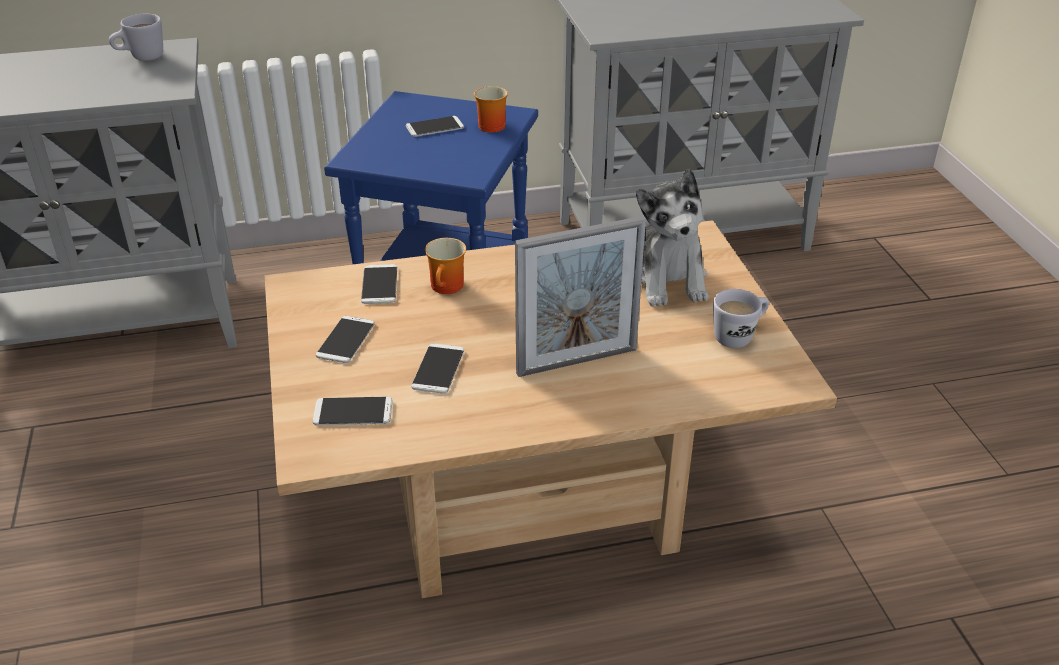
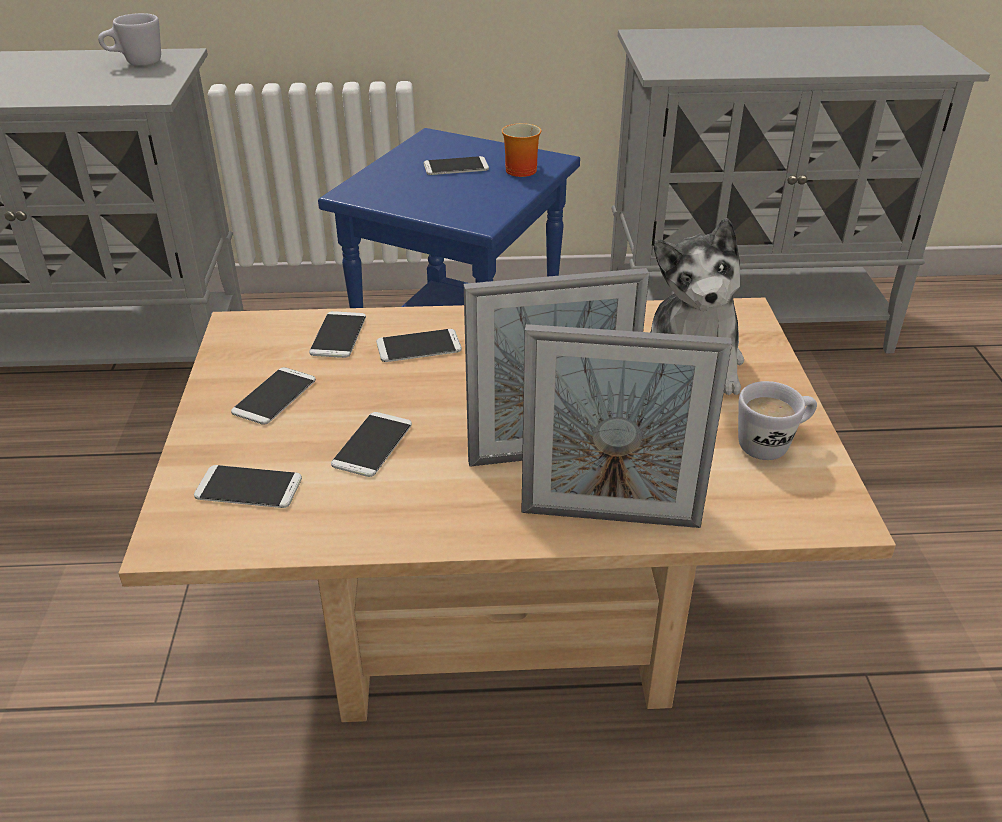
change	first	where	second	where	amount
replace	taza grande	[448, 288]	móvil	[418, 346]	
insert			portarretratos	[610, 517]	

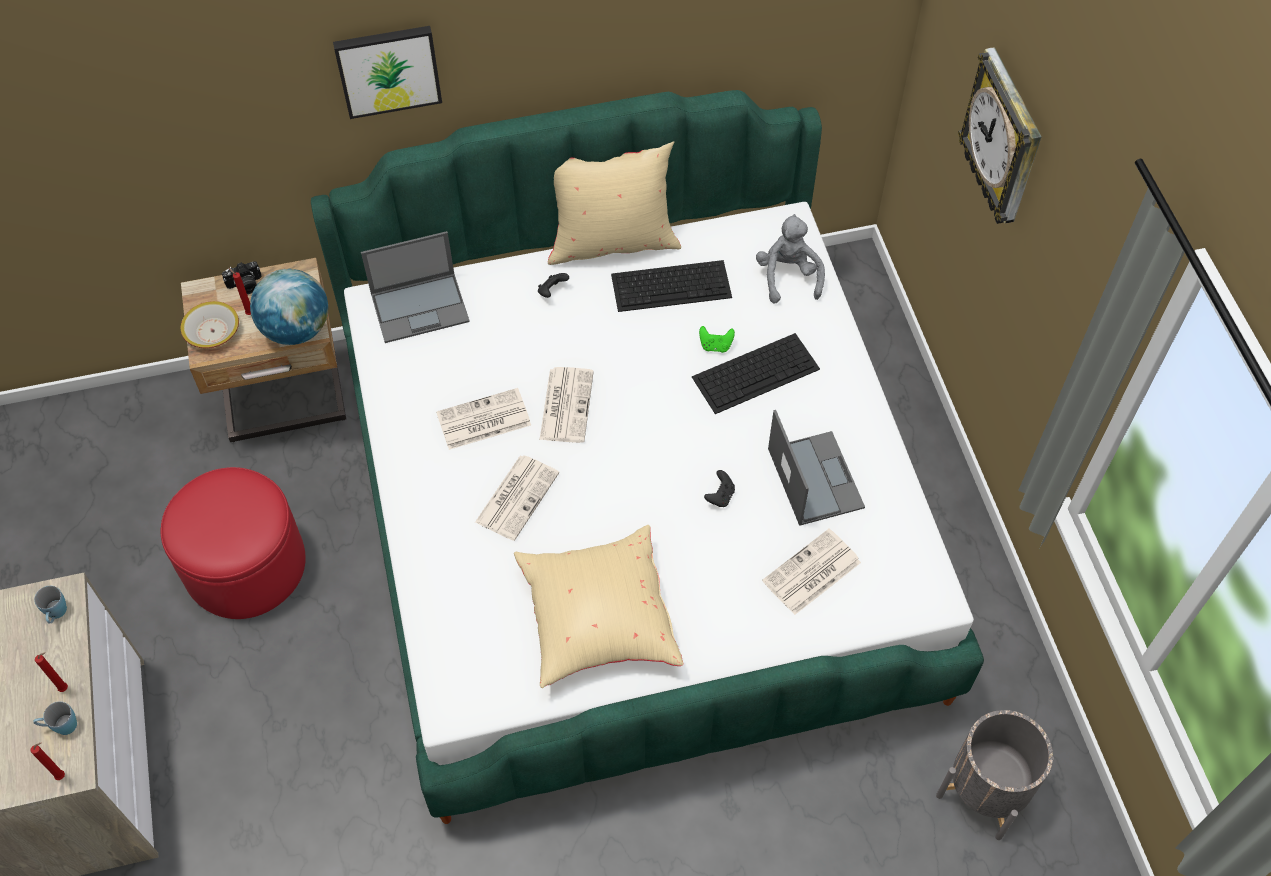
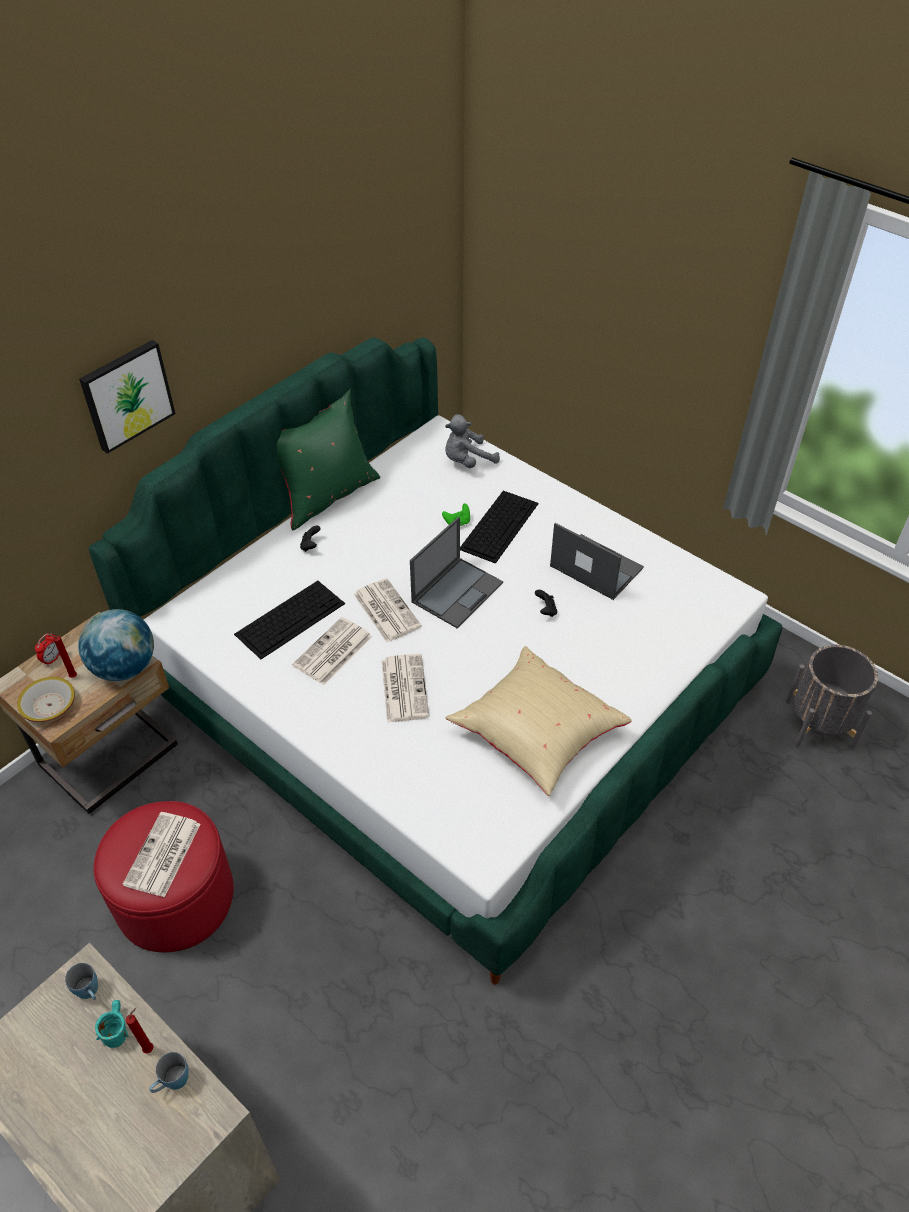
change	first	where	second	where	amount
delete	vela/rojo	[62, 776]			
replace	cámara	[245, 285]	despertador	[52, 659]	
move	portátil	[421, 307]		[457, 591]	
recolor	cojín/beis	[612, 242]	cojín/verde	[327, 496]	
move	teclado	[672, 285]		[290, 618]	
rotate	peluche/gris	[788, 276]		[467, 461]	75 degrees counterclockwise
move	periódico	[811, 573]		[163, 855]	
delete	reloj de pared	[1003, 141]			
insert			taza grande/turquesa	[115, 1028]	

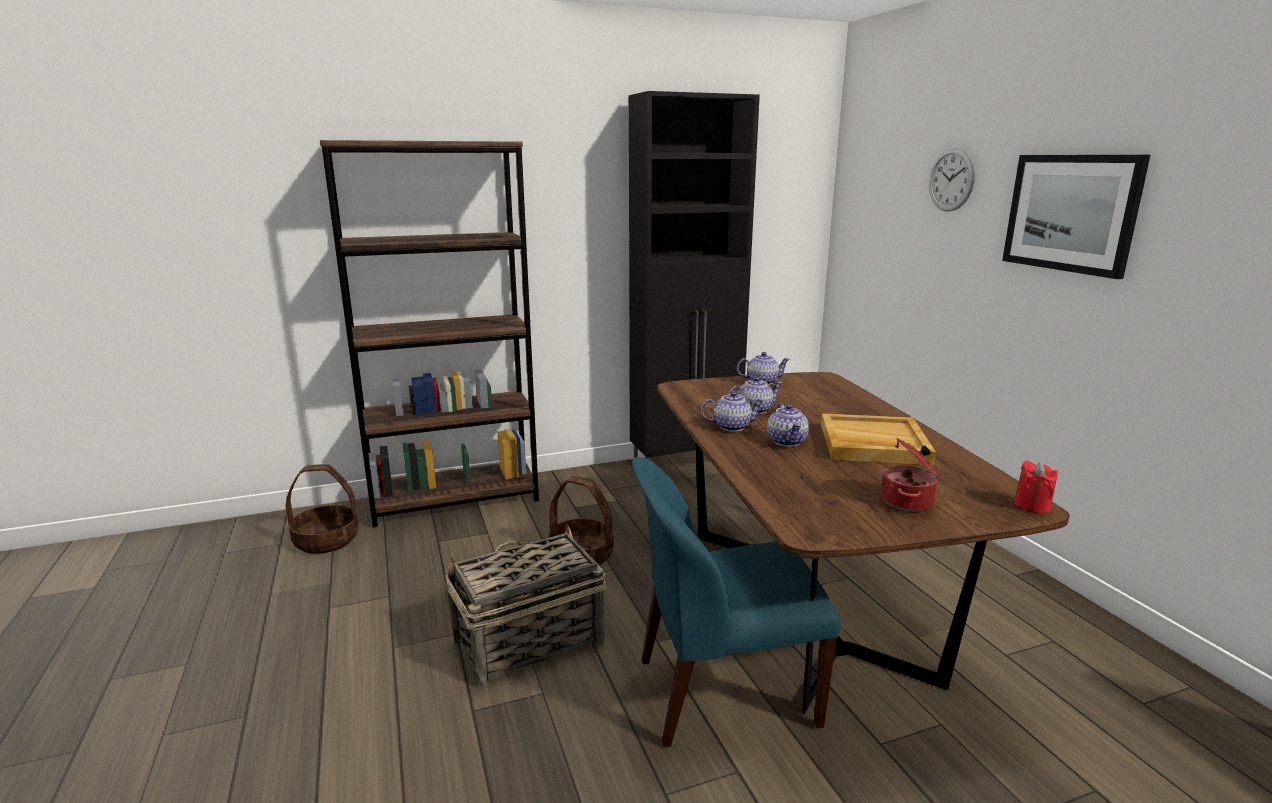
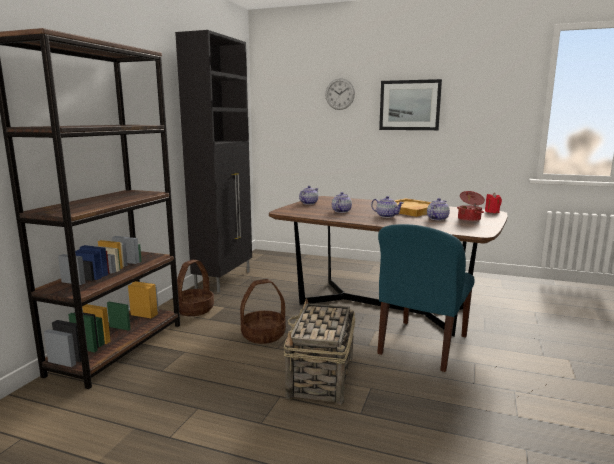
change	first	where	second	where	amount
move	cesta	[327, 540]		[194, 309]	
move	tetera	[731, 426]		[437, 219]	

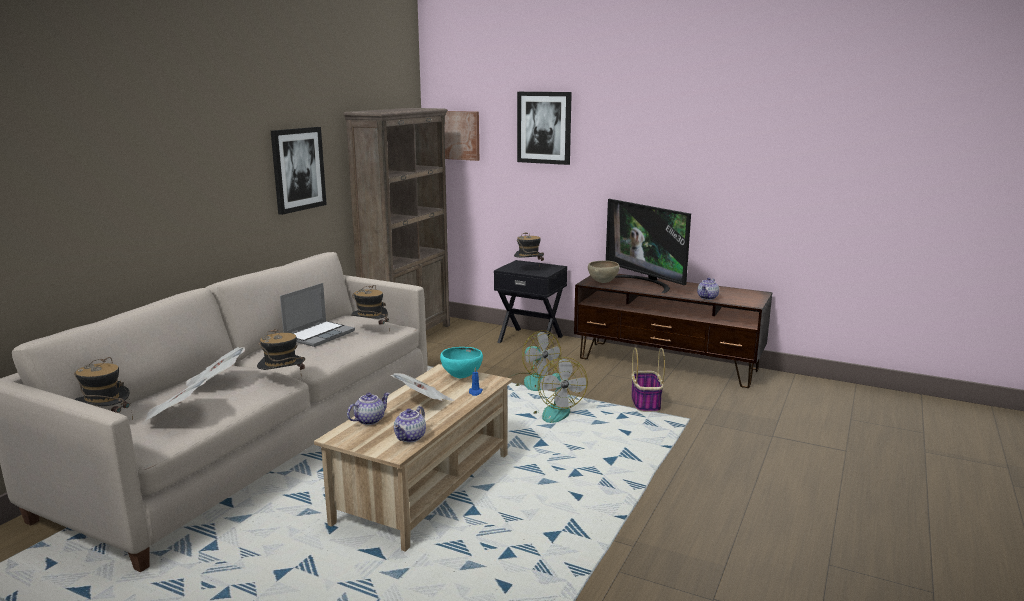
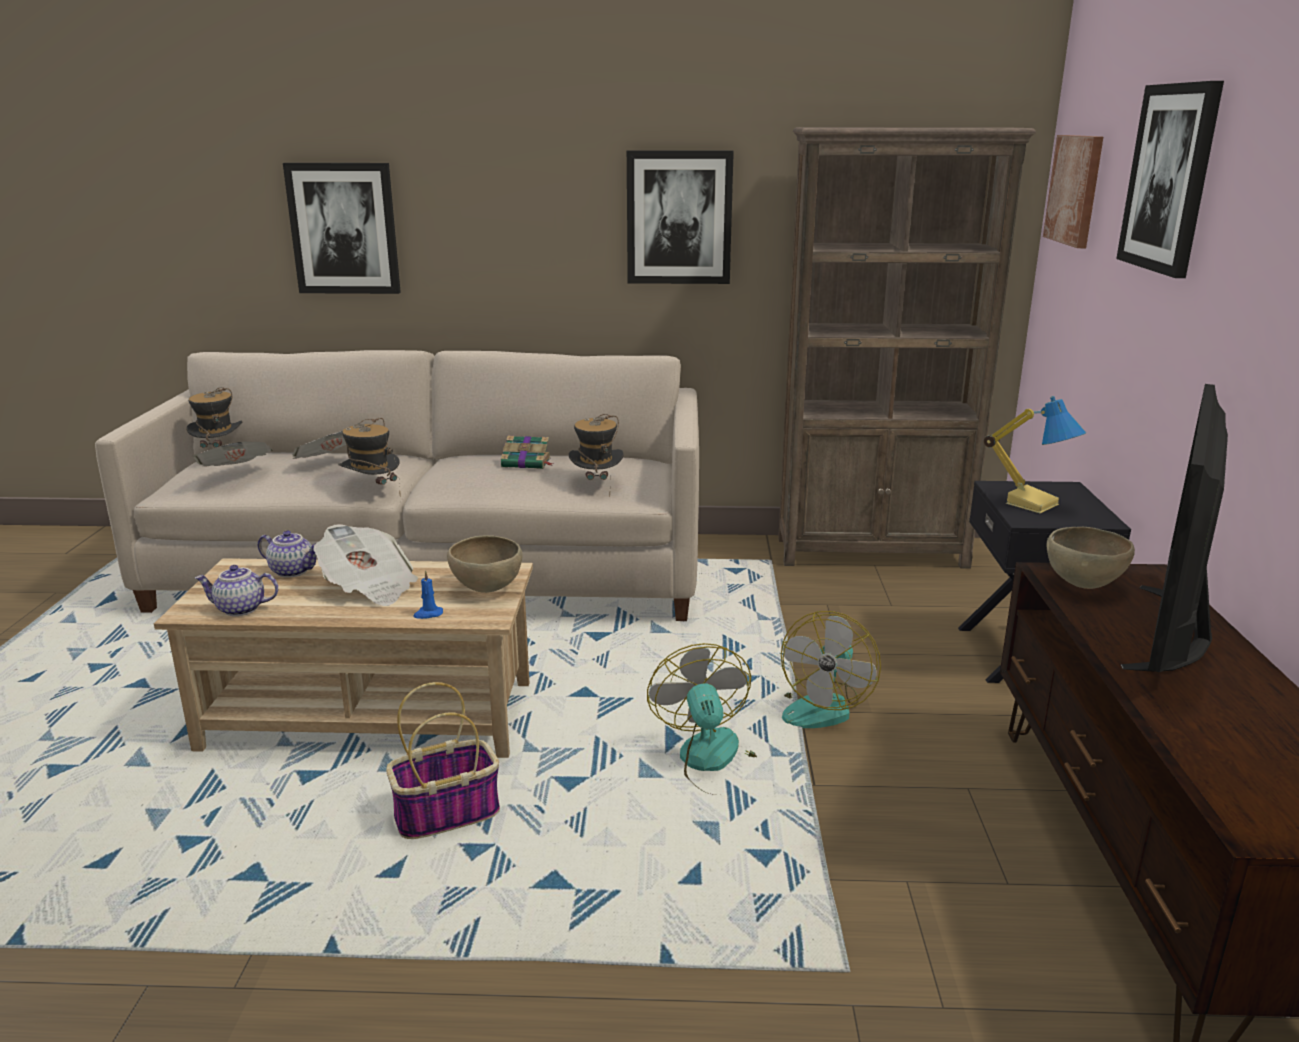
change	first	where	second	where	amount
replace	portátil	[319, 335]	libro	[527, 463]	
recolor	cuenco/turquesa	[462, 377]	cuenco/marrón	[486, 590]	
replace	sombrero	[528, 269]	lámpara de mesa	[1032, 503]	
rotate	ventilador	[552, 411]		[715, 763]	120 degrees clockwise
move	cesta	[645, 403]		[448, 813]	
delete	tetera	[708, 298]			
insert			cuadro	[344, 229]	

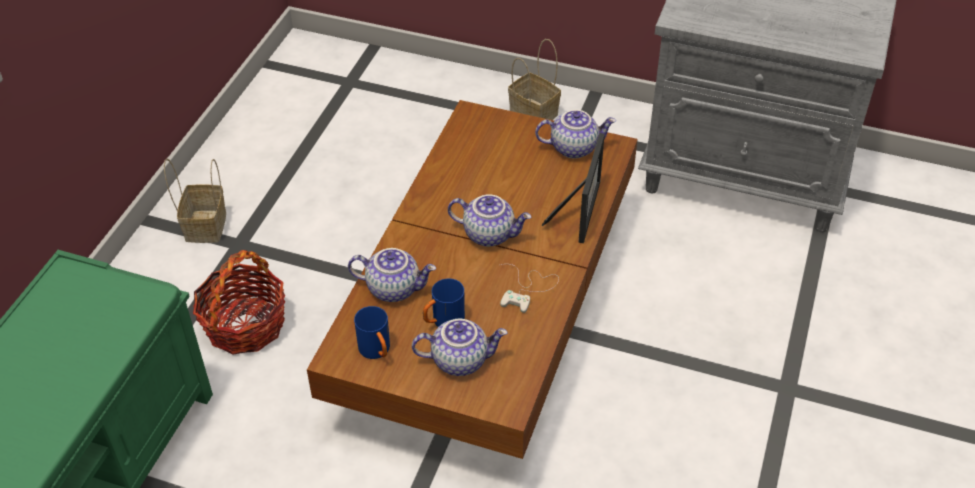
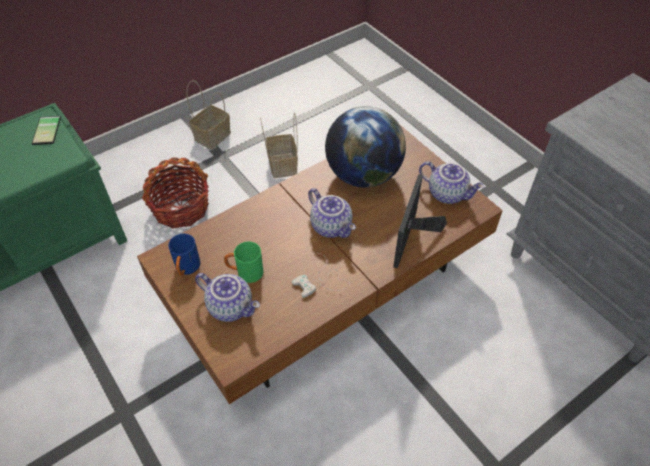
change	first	where	second	where	amount
delete	tetera	[394, 288]			
recolor	taza grande/azul	[443, 322]	taza grande/verde	[245, 273]	
move	cesta	[532, 113]		[282, 164]	
rotate	portarretratos	[580, 209]		[412, 242]	150 degrees clockwise
insert			móvil	[49, 130]	
insert			globo terráqueo	[363, 175]	

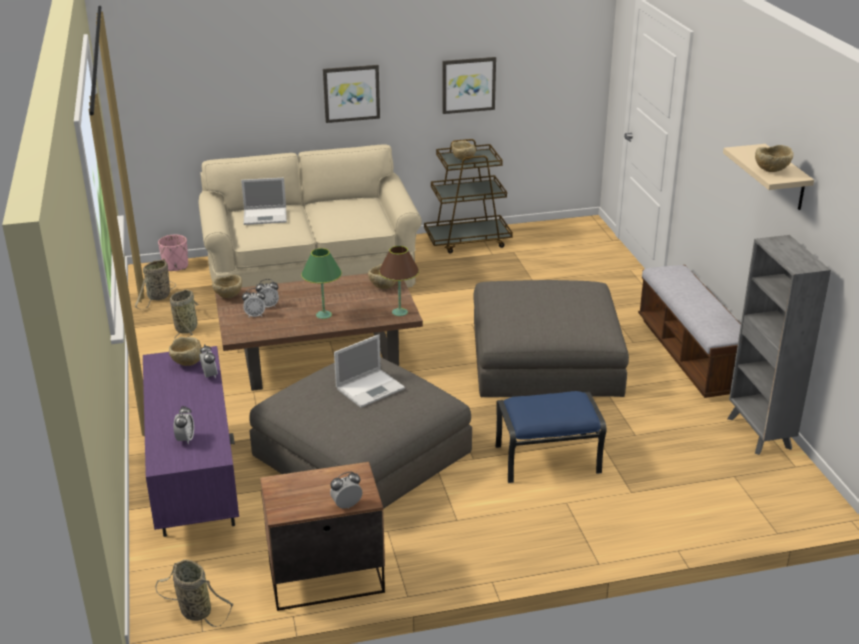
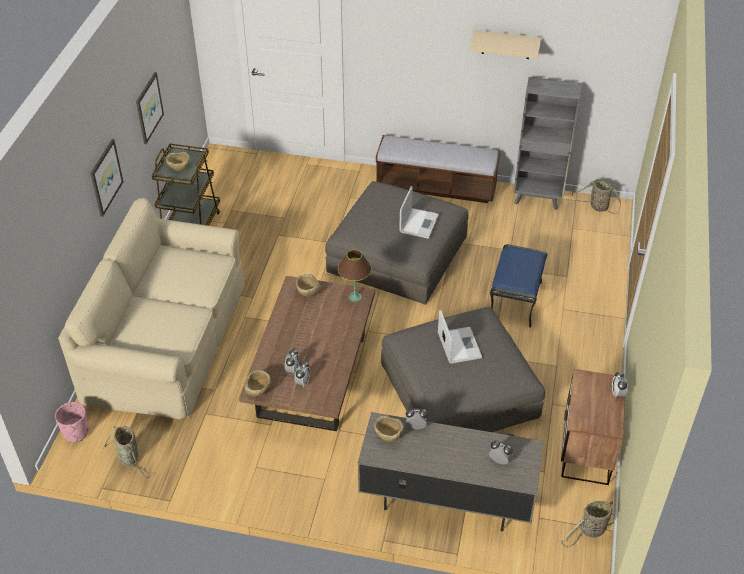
change	first	where	second	where	amount
recolor	mueble de televisión/morado	[194, 483]	mueble de televisión/gris	[446, 498]	
move	cesta	[187, 328]		[597, 206]	
move	portátil	[266, 216]		[419, 223]	
delete	lámpara de mesa/verde	[324, 315]			
delete	cuenco/beis	[771, 171]			

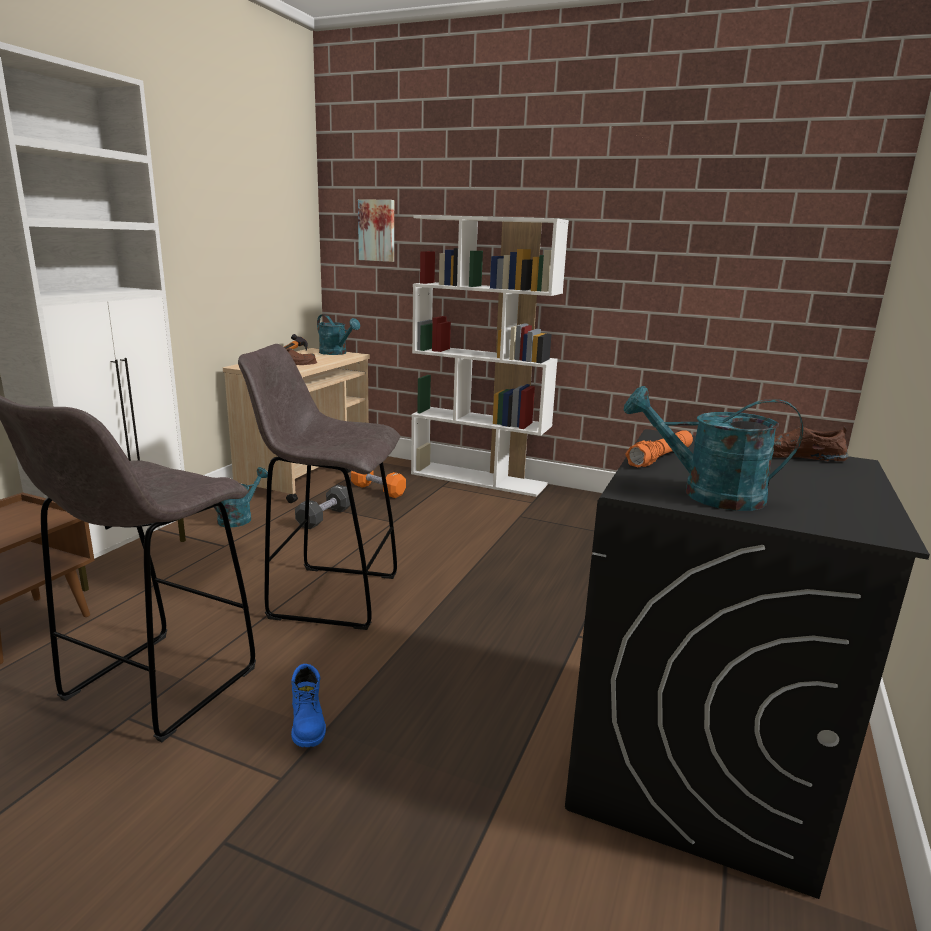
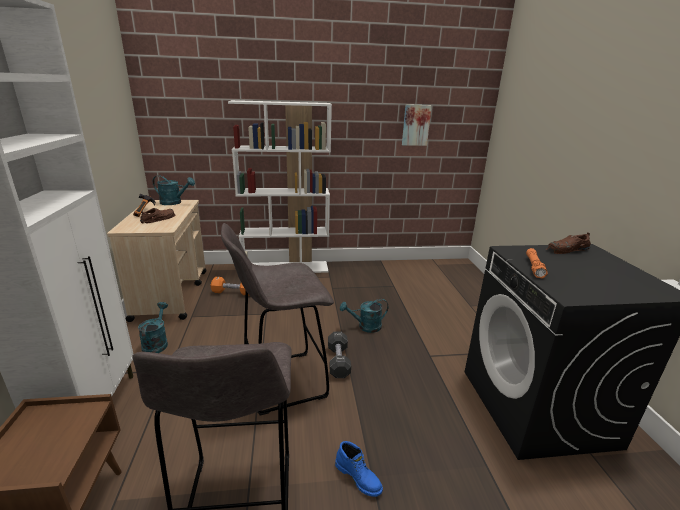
change	first	where	second	where	amount
move	mancuerna/negro	[325, 517]		[338, 361]	
move	cuadro	[377, 230]		[415, 125]	
move	regadera/turquesa	[707, 494]		[365, 327]	

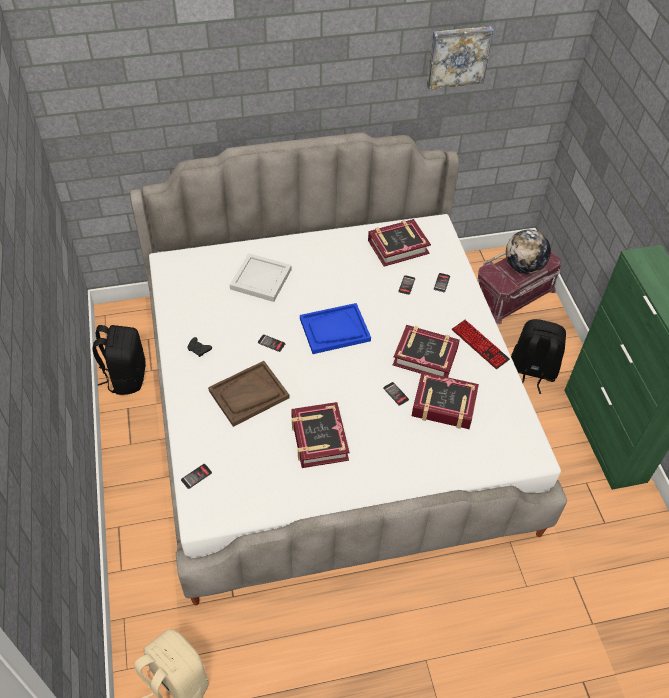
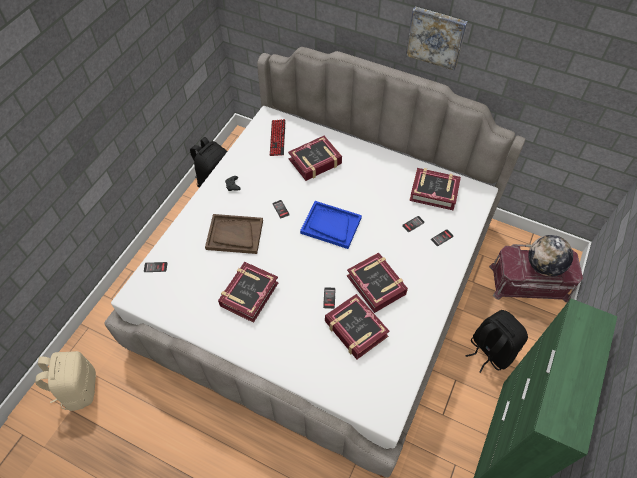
change	first	where	second	where	amount
replace	bandeja/blanco	[261, 280]	libro	[315, 162]	
move	cuadro	[458, 56]		[436, 37]	
move	teclado	[480, 345]		[277, 138]	

